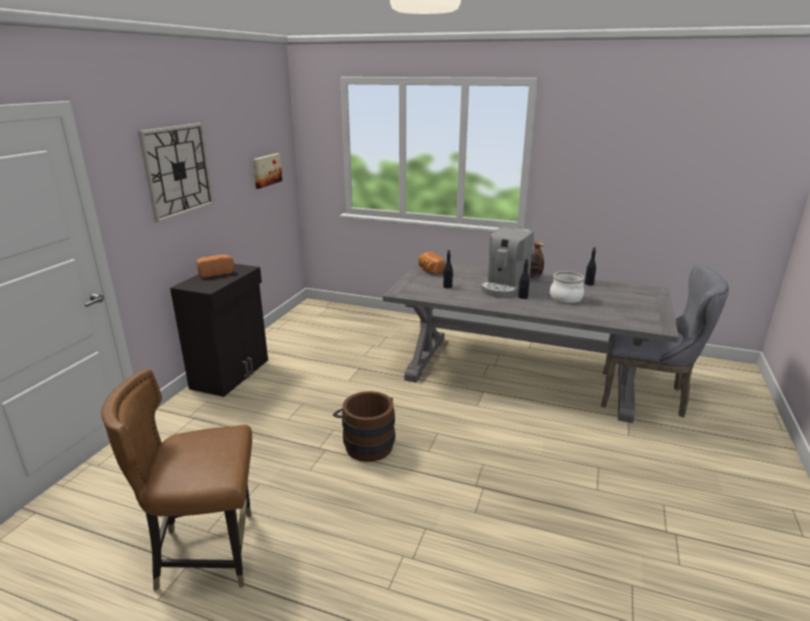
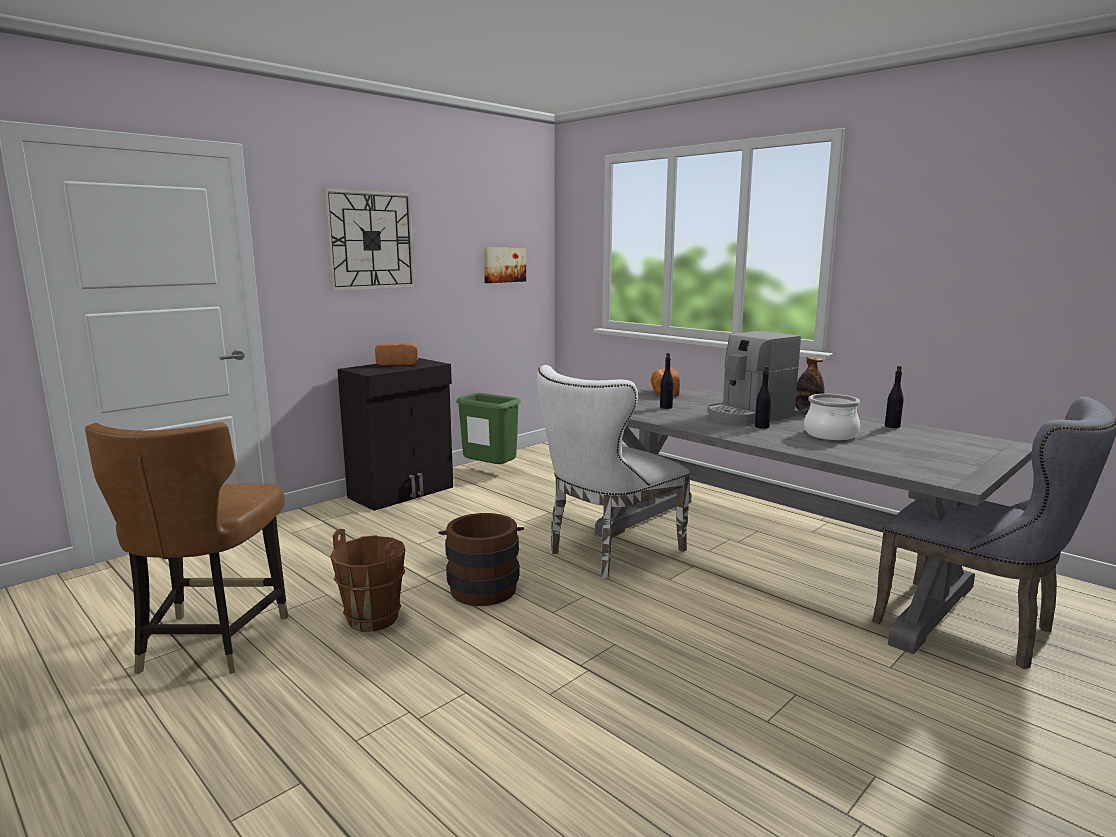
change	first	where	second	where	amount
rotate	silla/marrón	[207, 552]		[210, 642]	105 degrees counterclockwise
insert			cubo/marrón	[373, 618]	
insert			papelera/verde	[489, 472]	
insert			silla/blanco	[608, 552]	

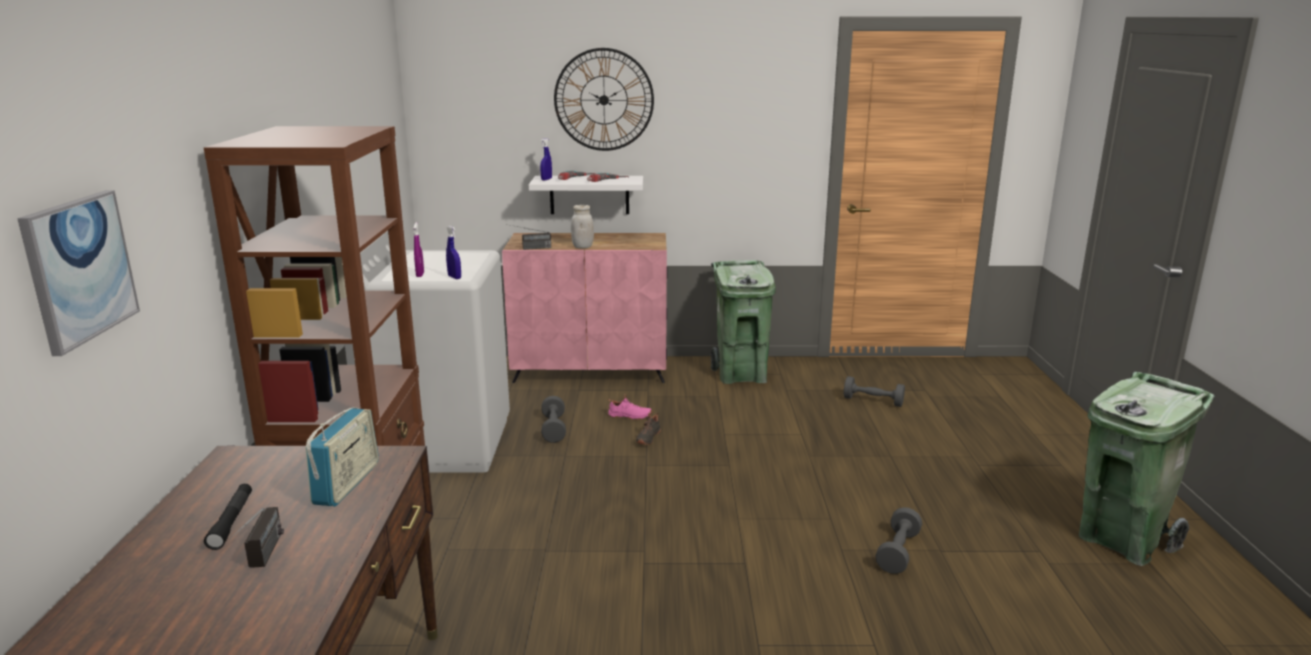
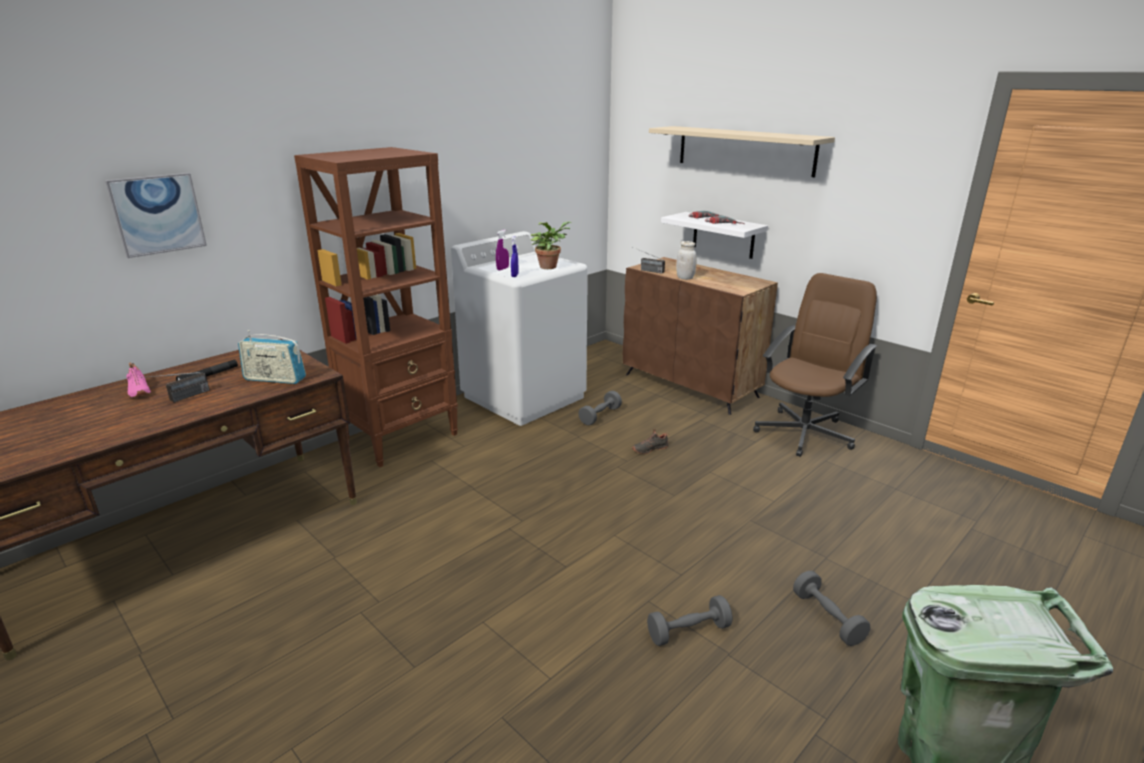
change	first	where	second	where	amount
rotate	radio	[347, 483]		[275, 379]	45 degrees clockwise
recolor	armario/rosa	[591, 370]	armario/marrón	[691, 385]	
delete	pulverizador/azul	[546, 179]			
replace	reloj de pared	[604, 100]	estante/beis	[744, 150]	
move	zapato/rosa	[629, 416]		[138, 391]	
replace	papelera/verde	[741, 375]	silla de oficina/marrón	[805, 433]	
move	mancuerna/gris	[873, 401]		[827, 618]	
insert			planta en maceta	[549, 266]	

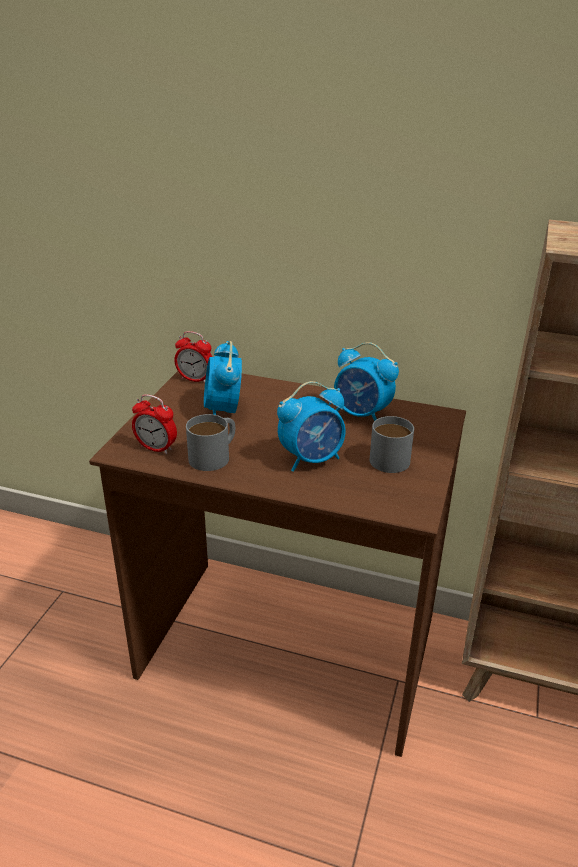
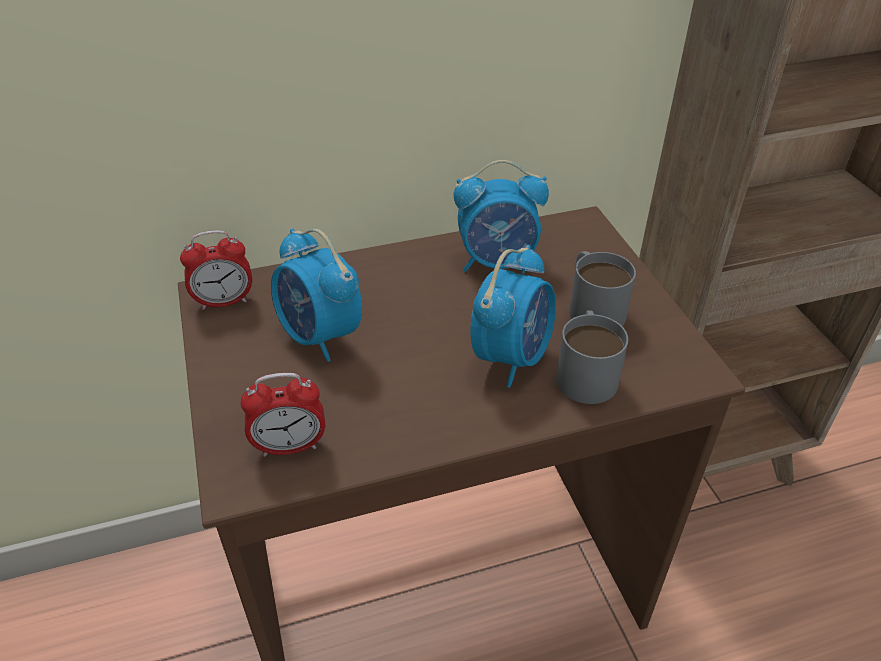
change	first	where	second	where	amount
move	taza grande/gris	[215, 455]		[586, 371]	

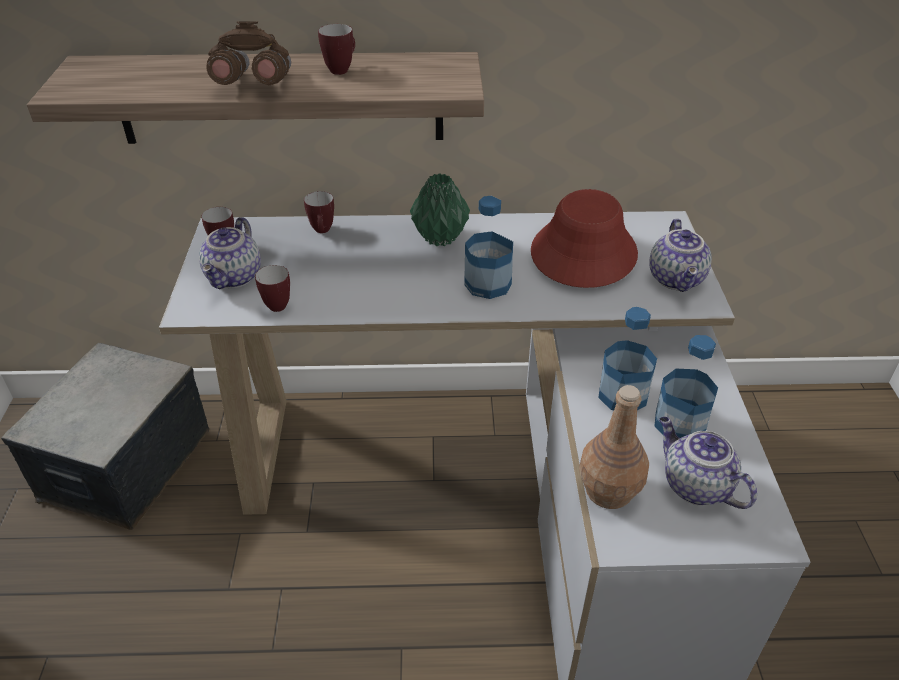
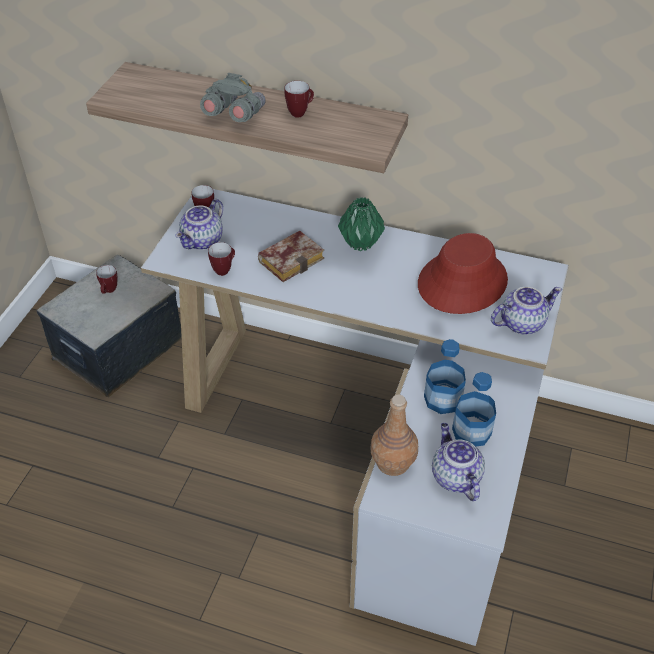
change	first	where	second	where	amount
recolor	prismáticos/marrón	[253, 85]	prismáticos/gris	[234, 115]	
move	taza grande	[323, 231]		[109, 291]	
delete	botella	[488, 284]			
rotate	tetera	[677, 279]		[521, 322]	135 degrees counterclockwise
insert			libro	[292, 259]	

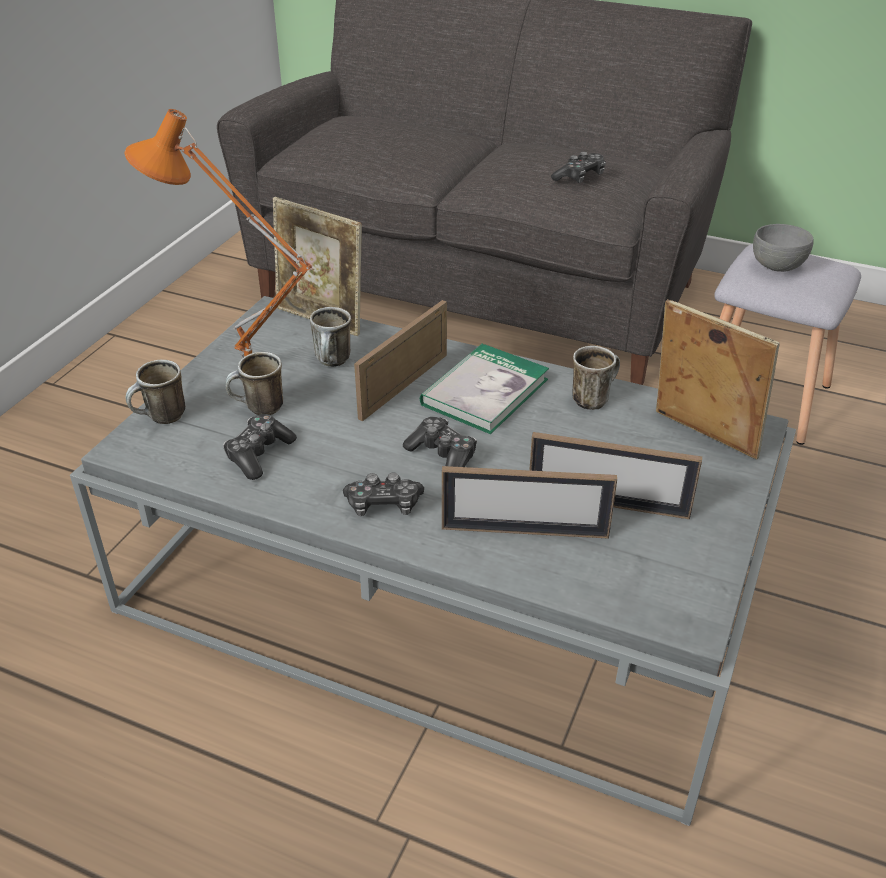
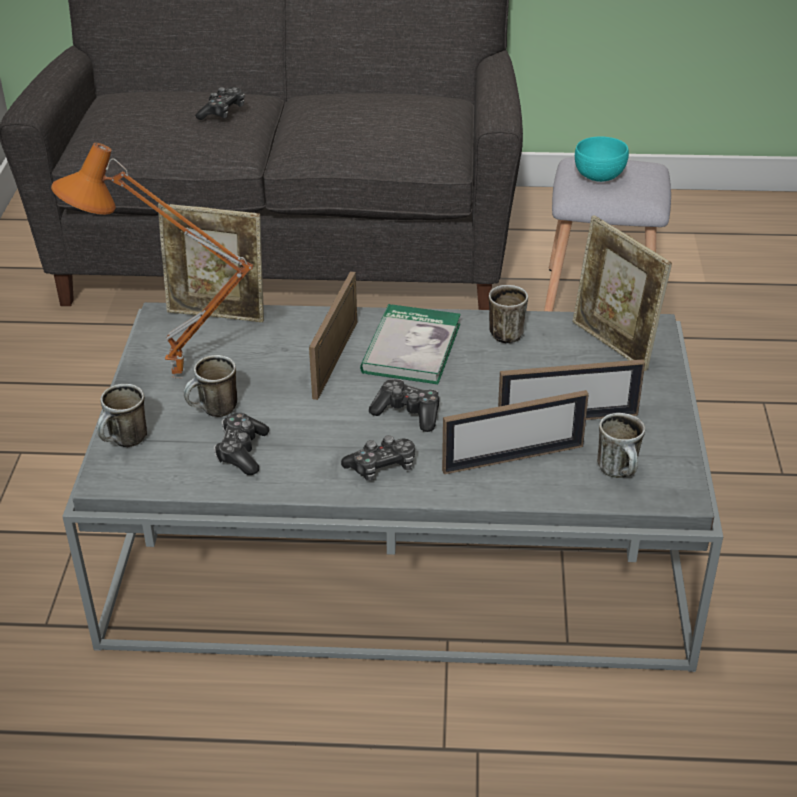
change	first	where	second	where	amount
move	taza grande	[334, 363]		[621, 473]	
move	mando de consola	[580, 177]		[223, 112]	
rotate	portarretratos	[701, 436]		[613, 345]	150 degrees counterclockwise
recolor	cuenco/gris	[777, 267]	cuenco/turquesa	[599, 177]	

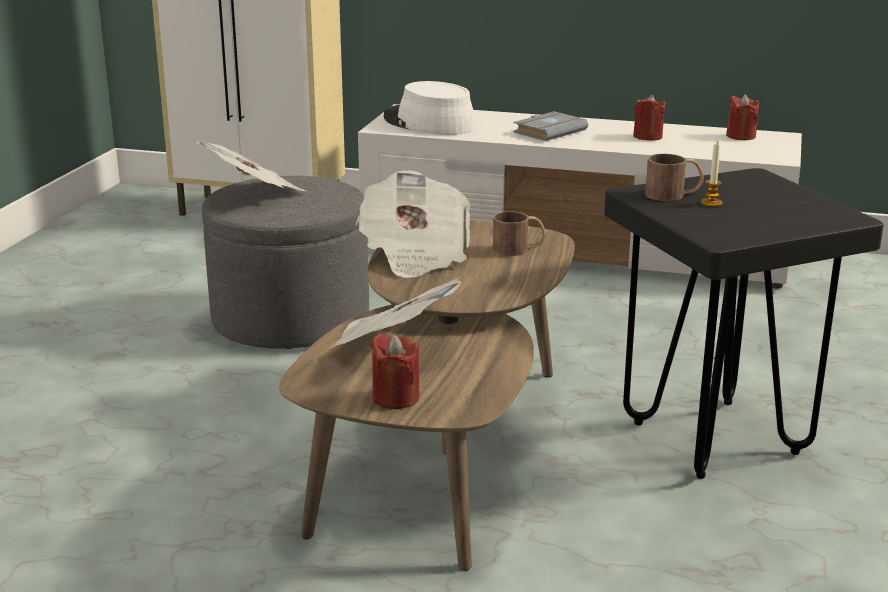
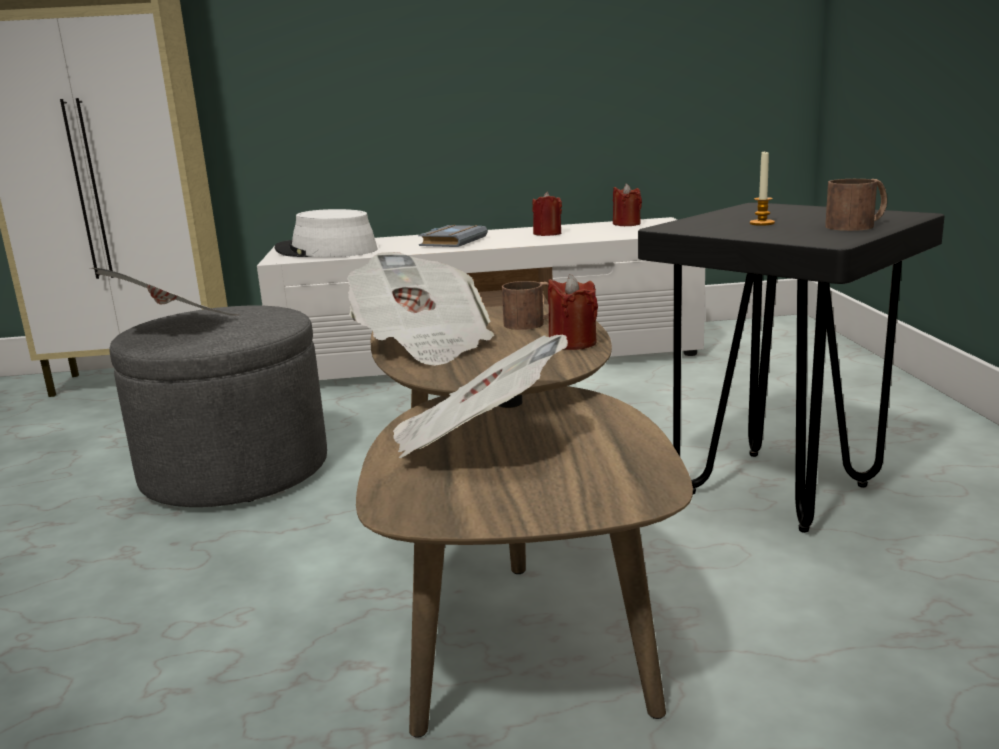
change	first	where	second	where	amount
move	vela/rojo	[396, 398]		[572, 343]	
move	taza grande/marrón	[674, 194]		[858, 225]	

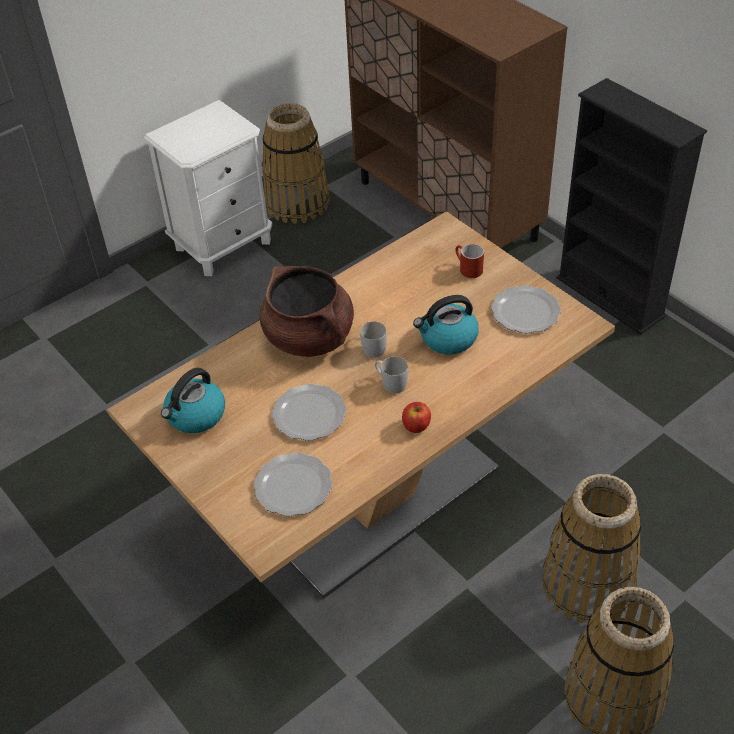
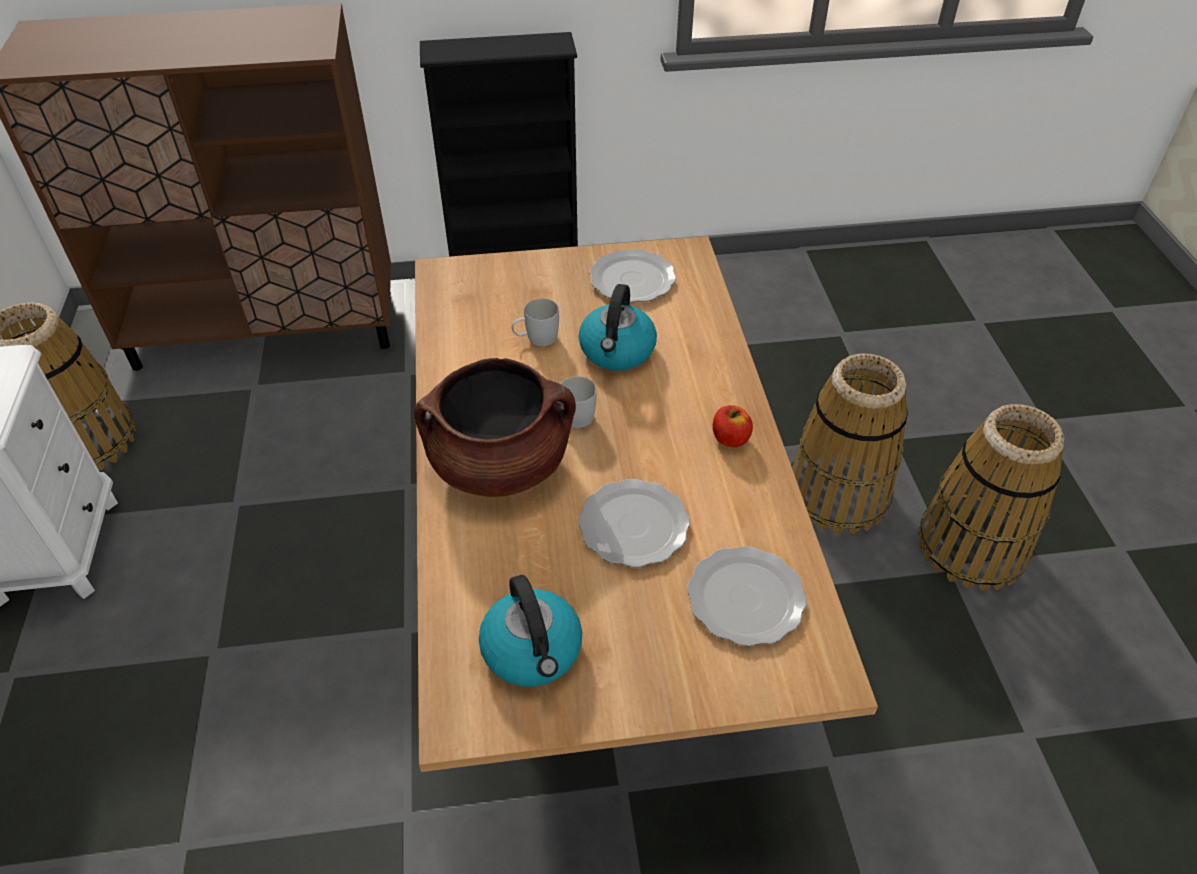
change	first	where	second	where	amount
move	taza grande/blanco	[390, 383]		[536, 338]	
delete	taza grande/rojo	[467, 269]			

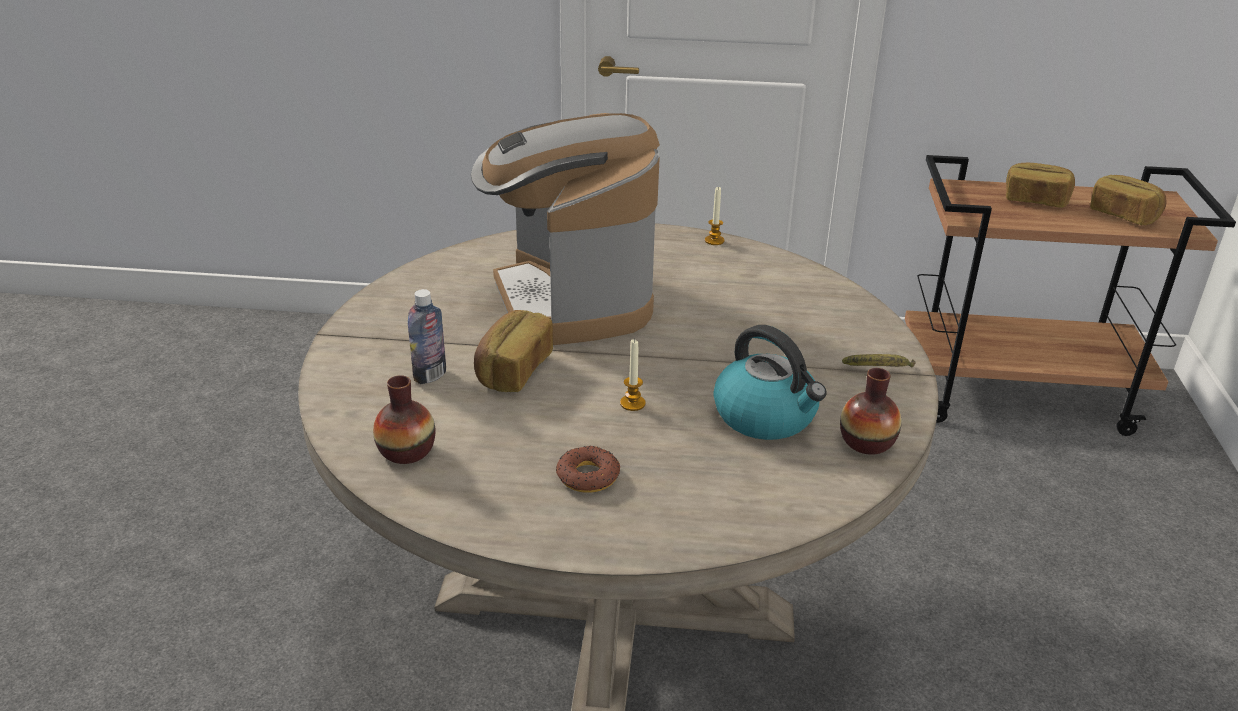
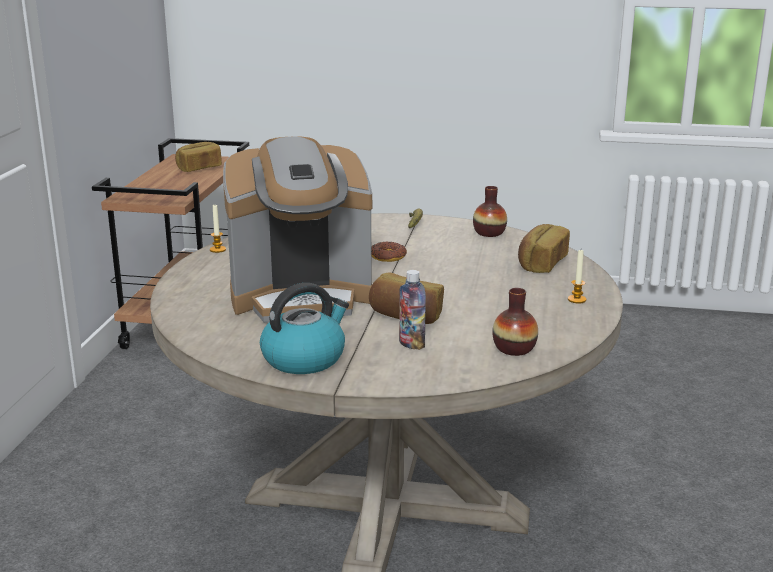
change	first	where	second	where	amount
move	rosquilla	[587, 476]		[387, 256]	
move	vela	[632, 403]		[576, 299]	
move	hervidor	[766, 416]		[304, 358]	
move	pan	[1035, 200]		[541, 263]	

